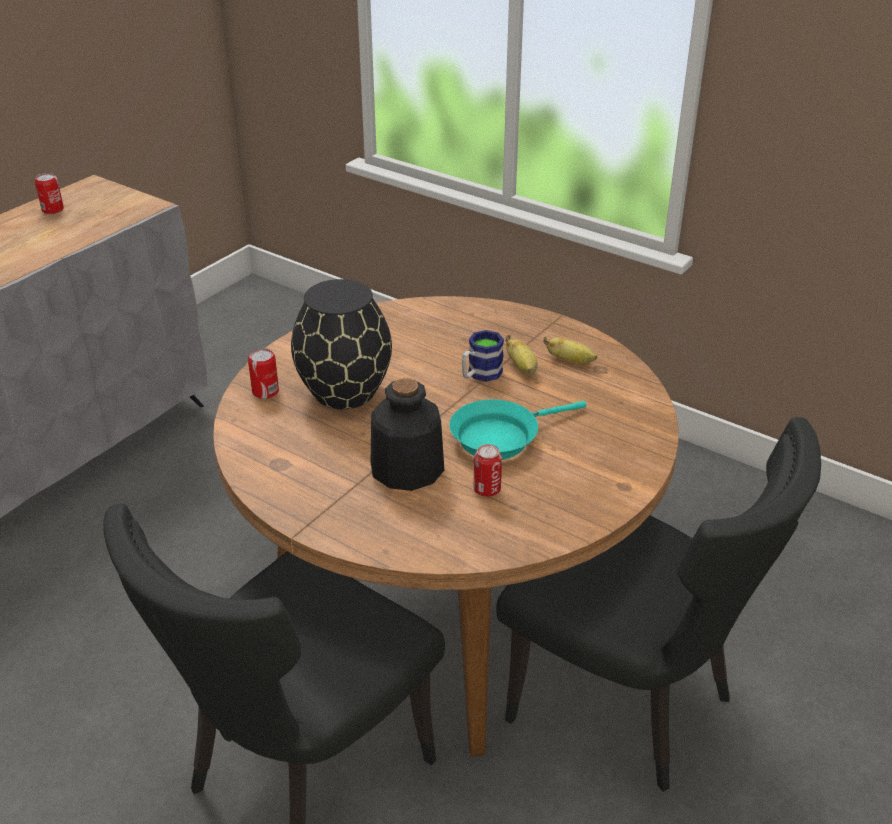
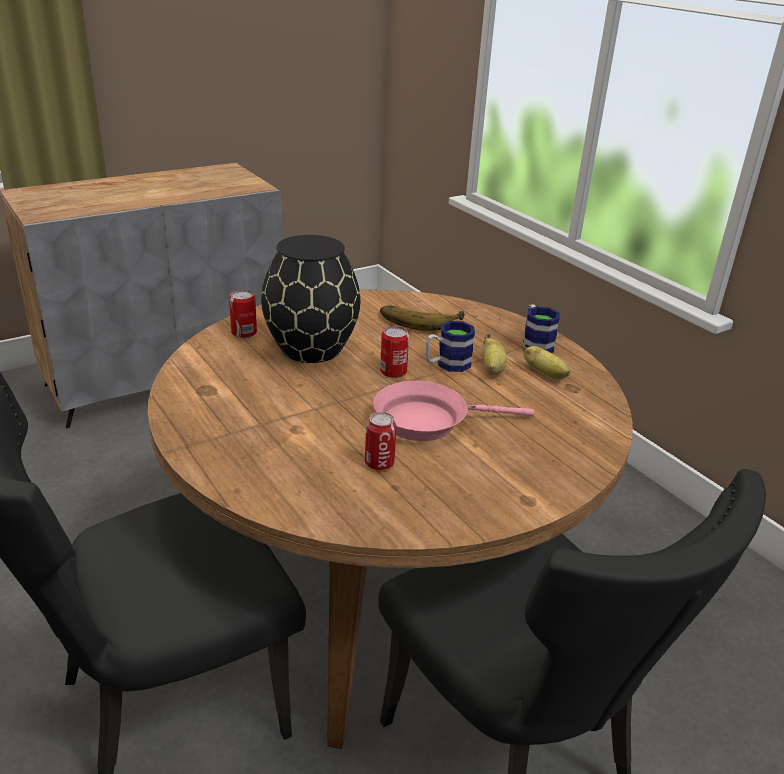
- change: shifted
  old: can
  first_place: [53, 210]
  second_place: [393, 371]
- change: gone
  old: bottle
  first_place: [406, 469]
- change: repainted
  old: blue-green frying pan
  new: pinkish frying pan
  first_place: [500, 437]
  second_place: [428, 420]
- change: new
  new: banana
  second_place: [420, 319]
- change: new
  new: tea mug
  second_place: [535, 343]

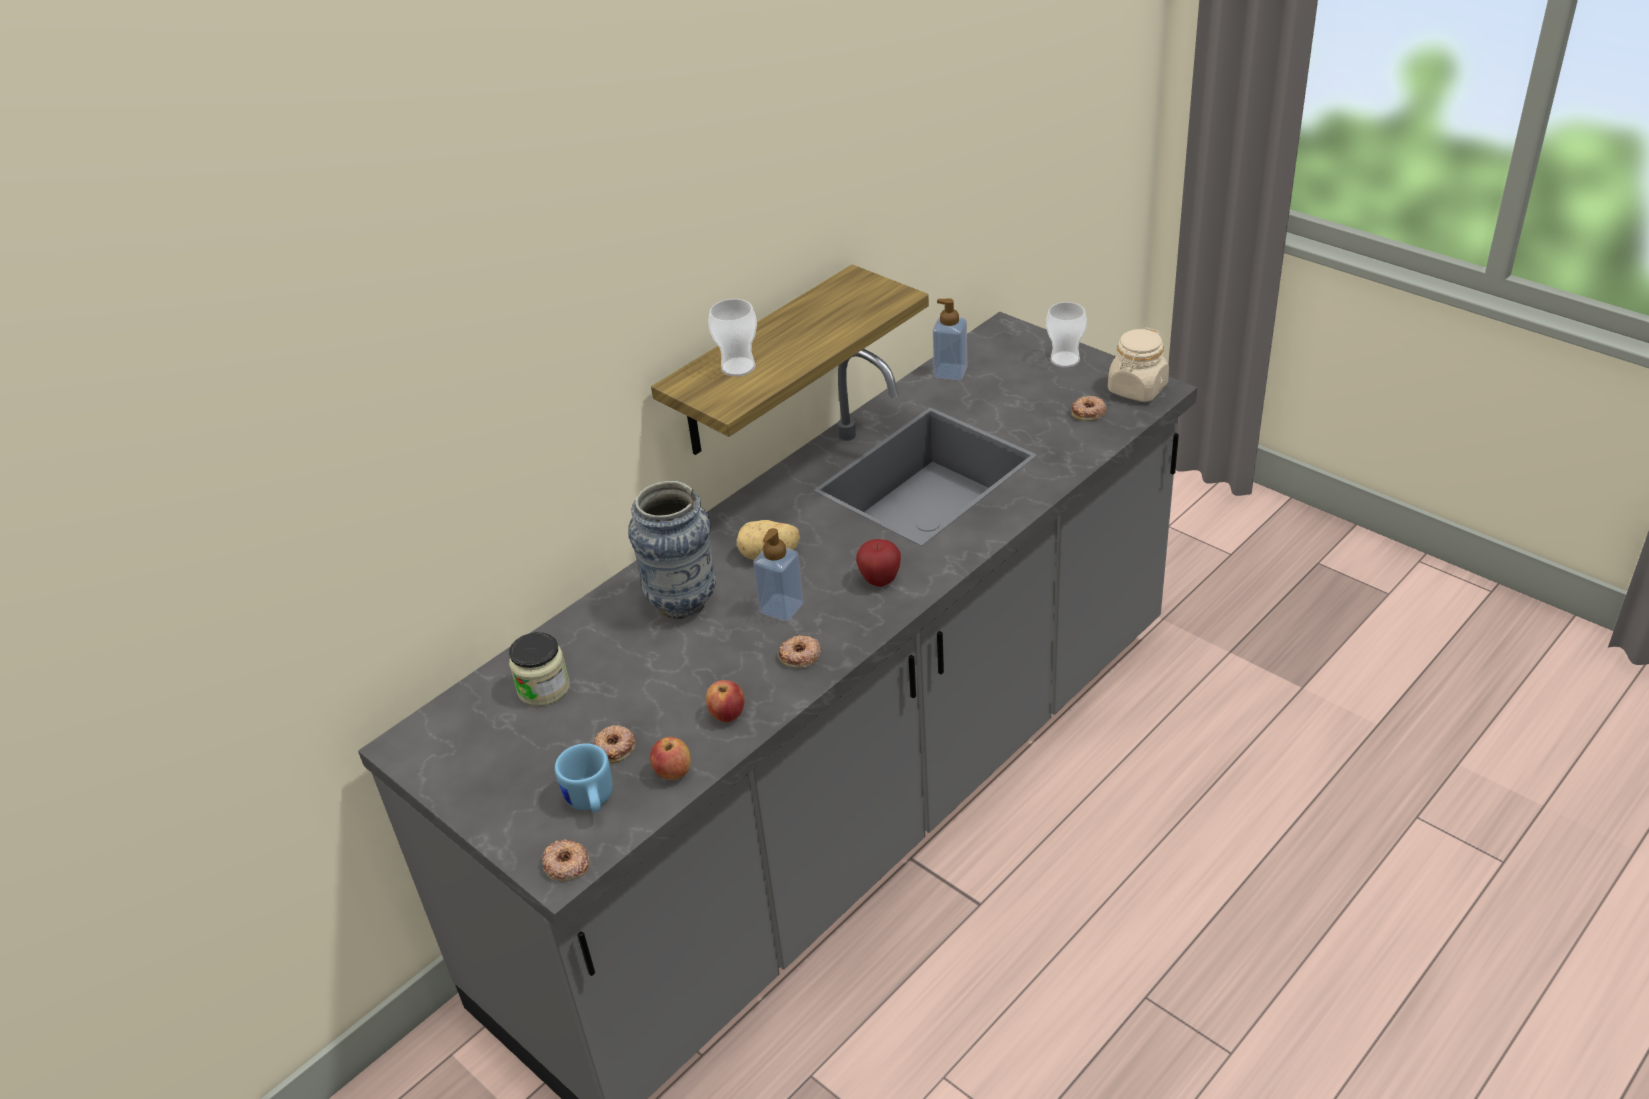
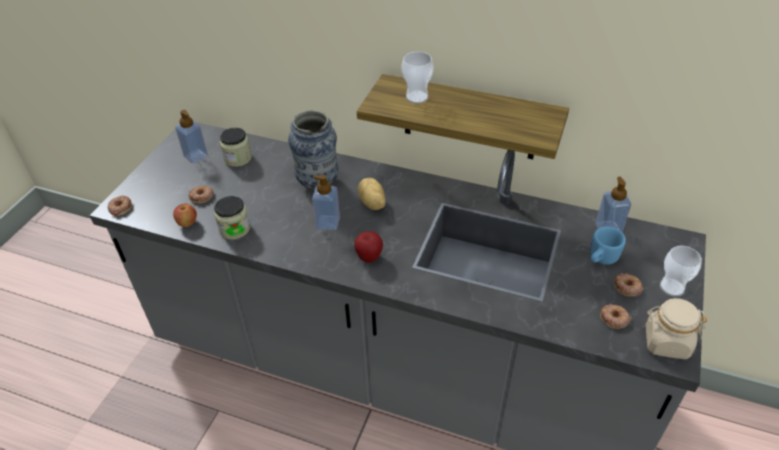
- change: shifted
  old: blue-coloured tea mug
  first_place: [590, 802]
  second_place: [600, 258]
- change: swapped
  old: whole apple
  new: storage jar
  first_place: [727, 715]
  second_place: [235, 229]
- change: shifted
  old: doughnut
  first_place: [800, 655]
  second_place: [627, 287]
- change: new
  new: liquid soap bottle
  second_place: [196, 156]

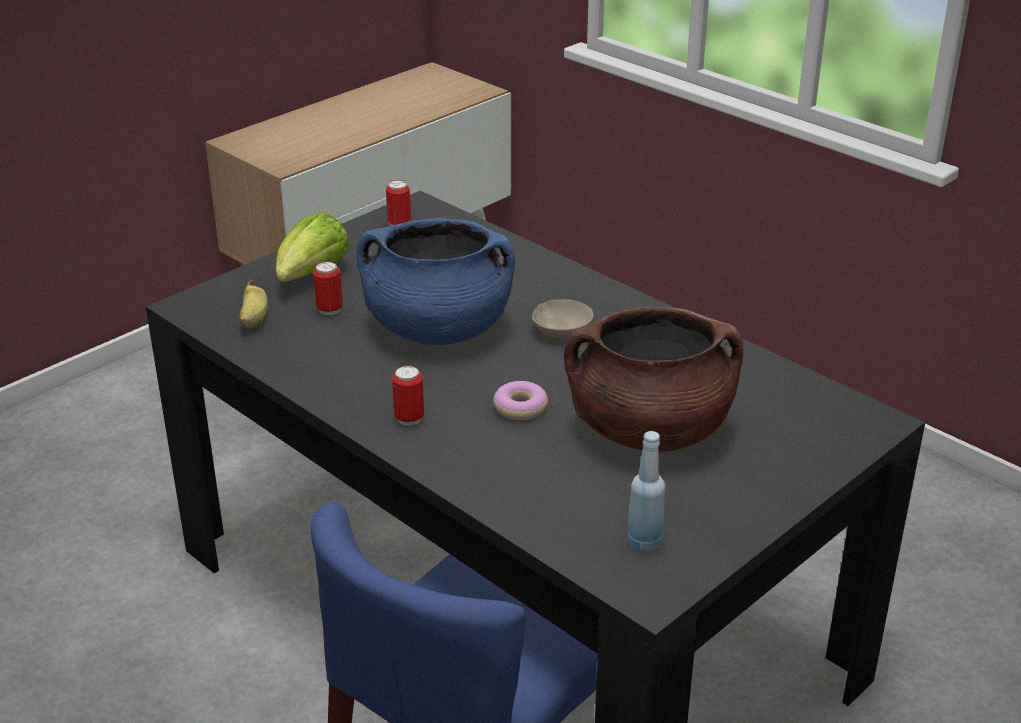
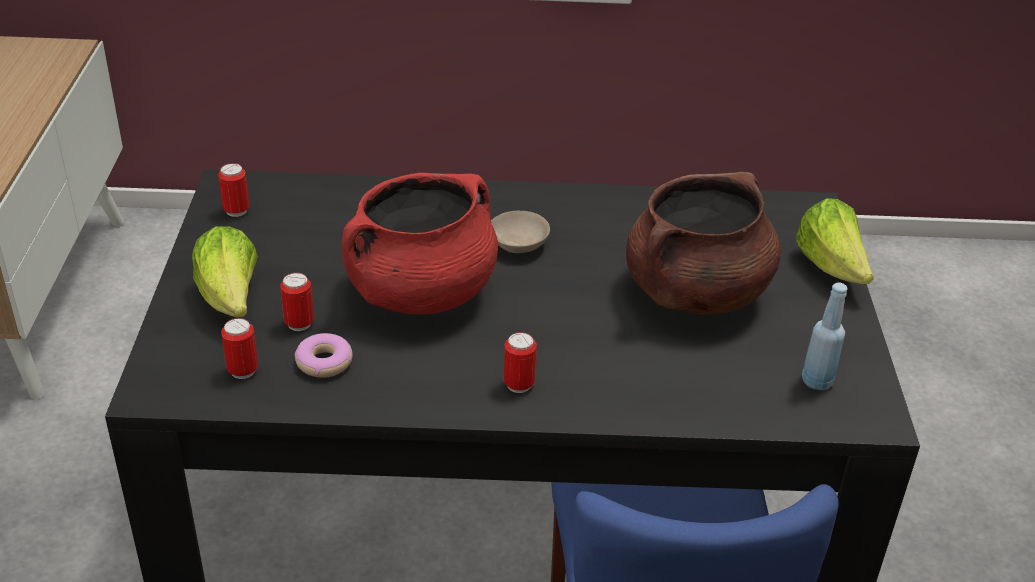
- change: swapped
  old: banana
  new: can
  first_place: [254, 320]
  second_place: [243, 370]
- change: repainted
  old: blue-coloured saucepot
  new: red saucepot
  first_place: [438, 329]
  second_place: [420, 292]
- change: shifted
  old: doughnut
  first_place: [520, 407]
  second_place: [324, 362]
- change: new
  new: head of lettuce
  second_place: [831, 268]

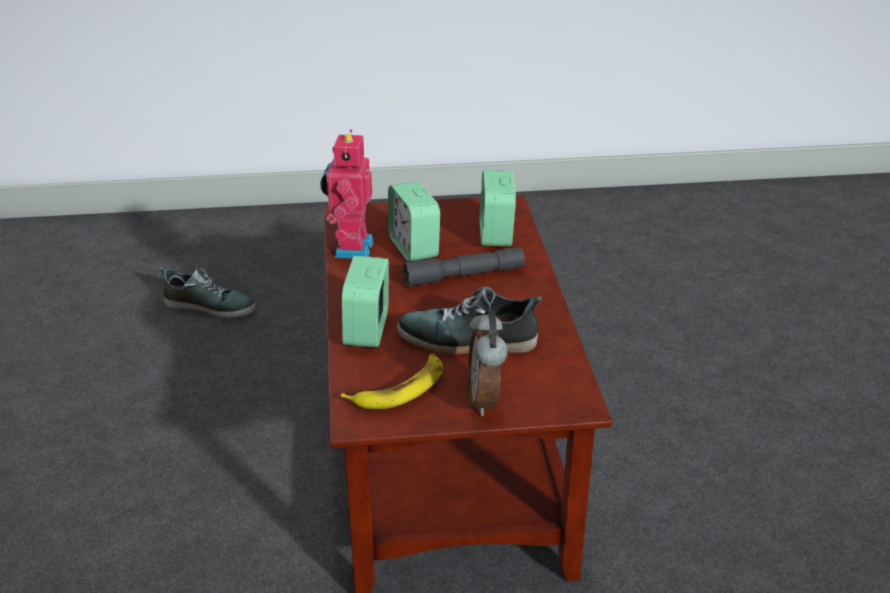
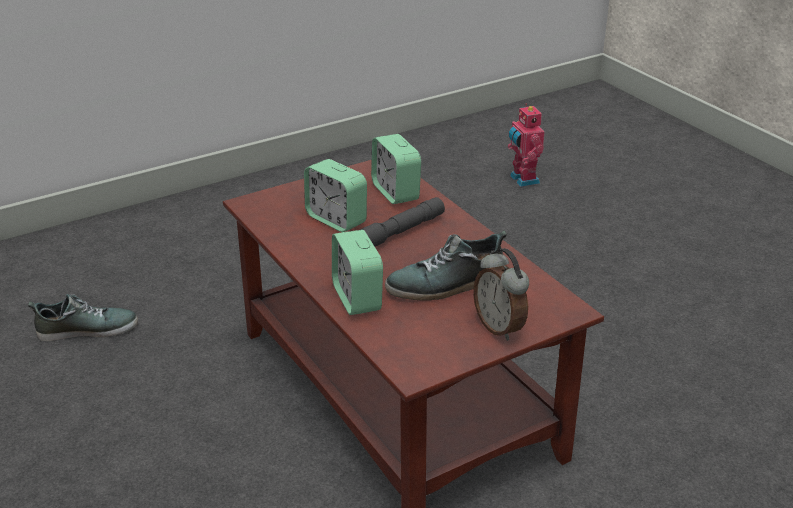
- change: shifted
  old: toy robot
  first_place: [350, 248]
  second_place: [522, 180]
- change: gone
  old: banana
  first_place: [400, 388]

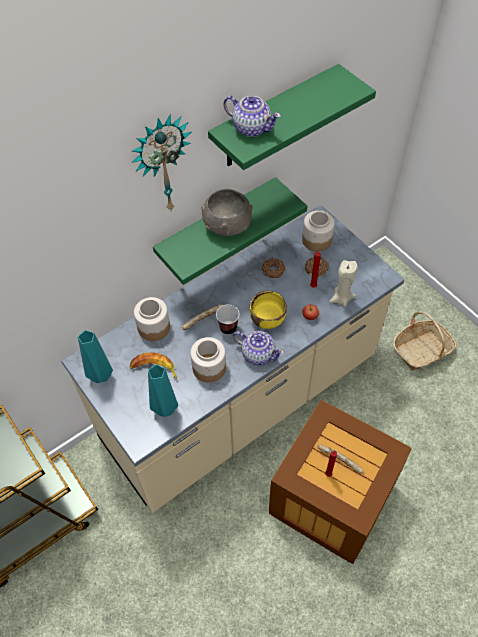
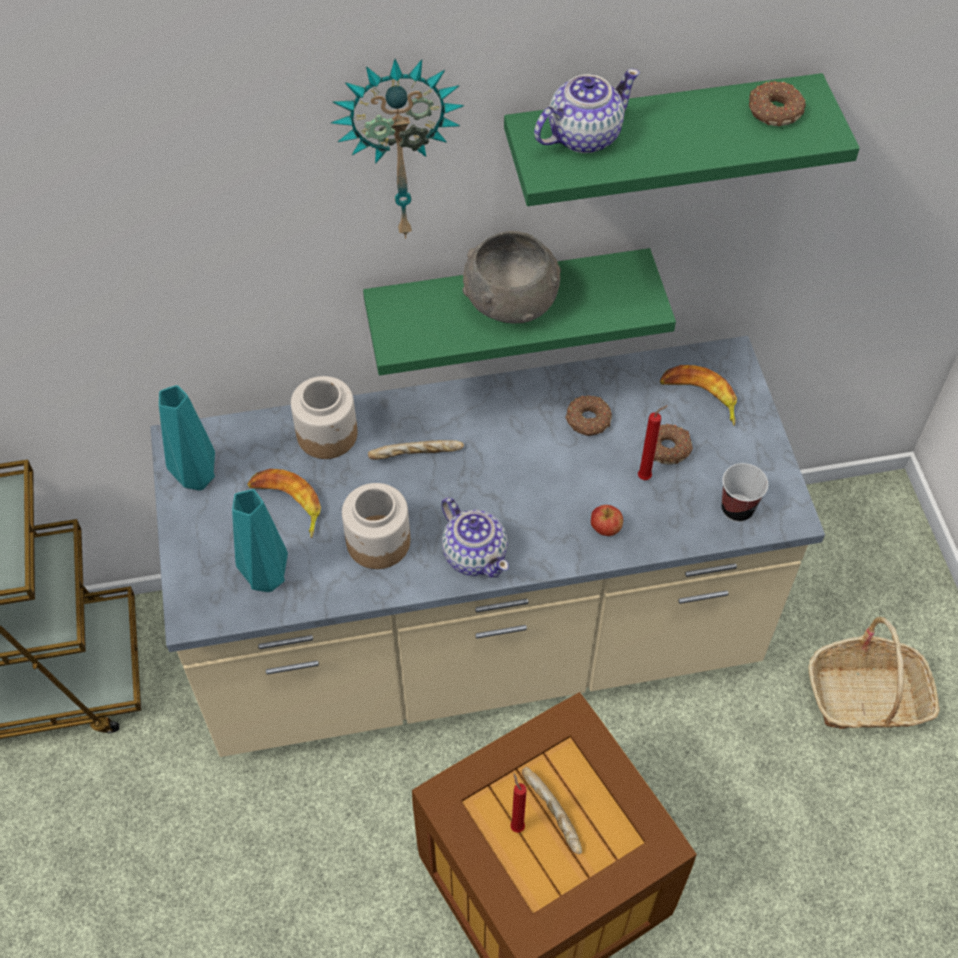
- change: shifted
  old: cup
  first_place: [228, 328]
  second_place: [737, 509]
- change: rotated
  old: tea pot
  first_place: [251, 128]
  second_place: [583, 136]
  degrees: -90
- change: gone
  old: yellowish bowl
  first_place: [267, 319]
- change: swapped
  old: storage jar
  new: banana
  first_place: [316, 240]
  second_place: [700, 397]
- change: gone
  old: beige-coloured wax candle
  first_place: [341, 299]
- change: new
  new: doughnut
  second_place: [773, 111]

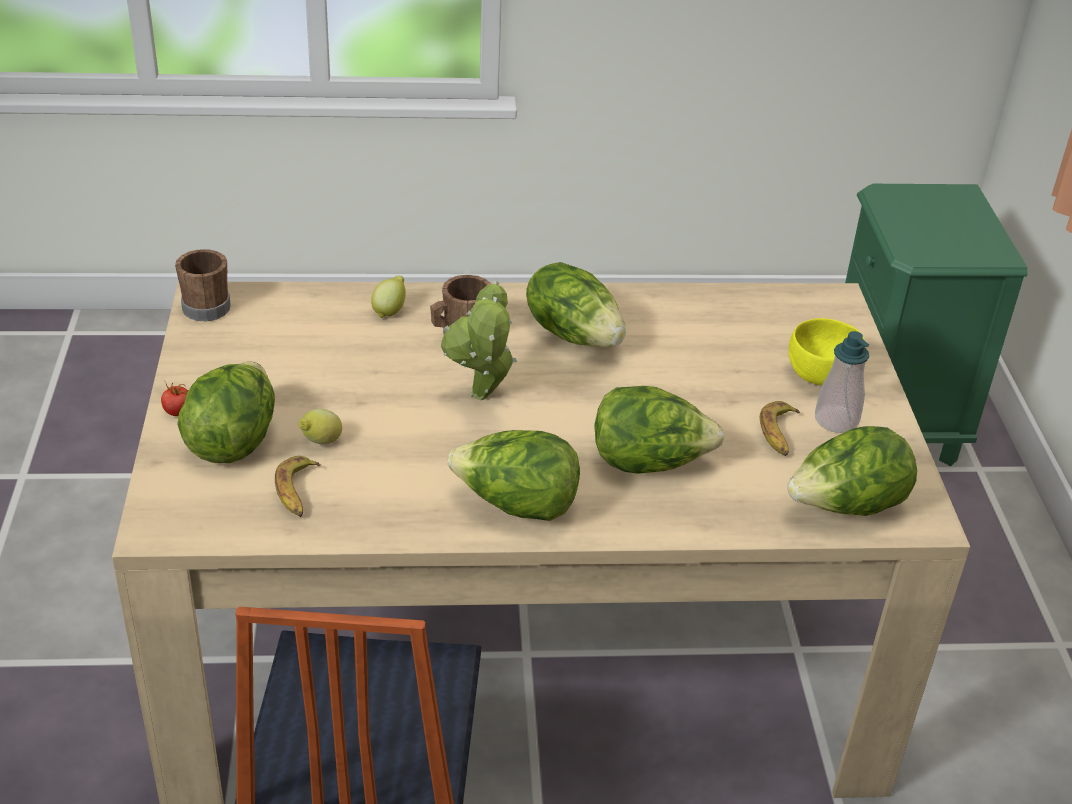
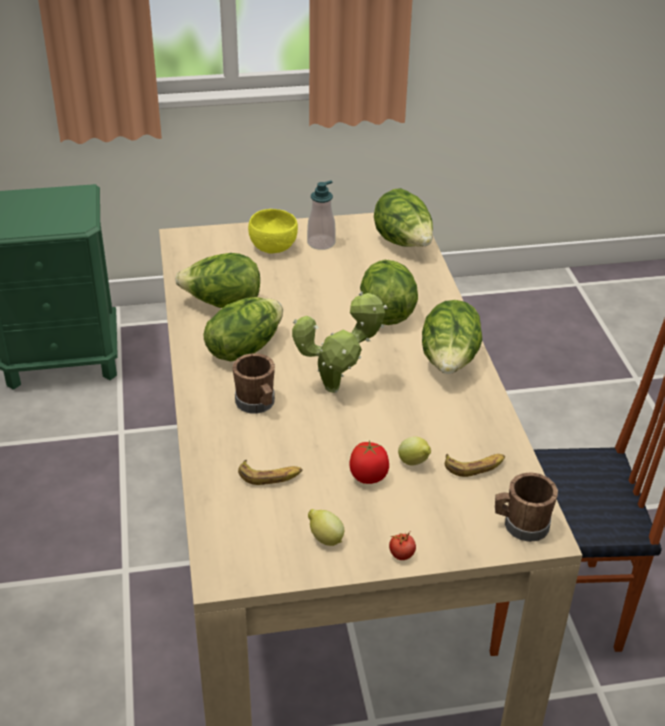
- change: shifted
  old: brown-coloured tea mug
  first_place: [208, 305]
  second_place: [521, 525]
- change: shifted
  old: head of lettuce
  first_place: [233, 440]
  second_place: [222, 304]
- change: shifted
  old: citrus fruit
  first_place: [390, 311]
  second_place: [325, 539]
- change: shifted
  old: banana
  first_place: [779, 434]
  second_place: [270, 476]
- change: new
  new: tomato
  second_place: [368, 477]

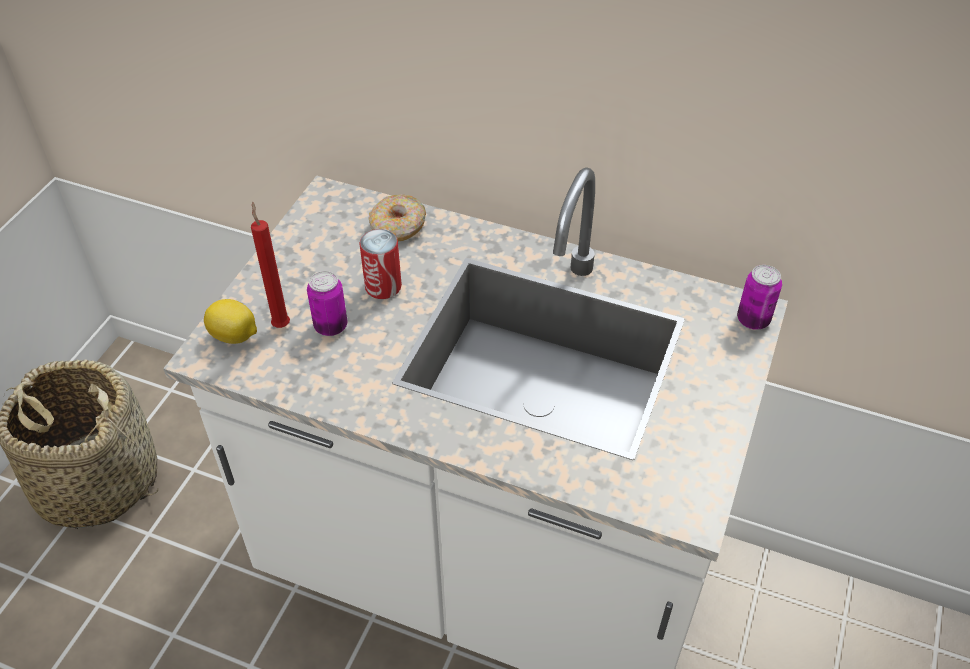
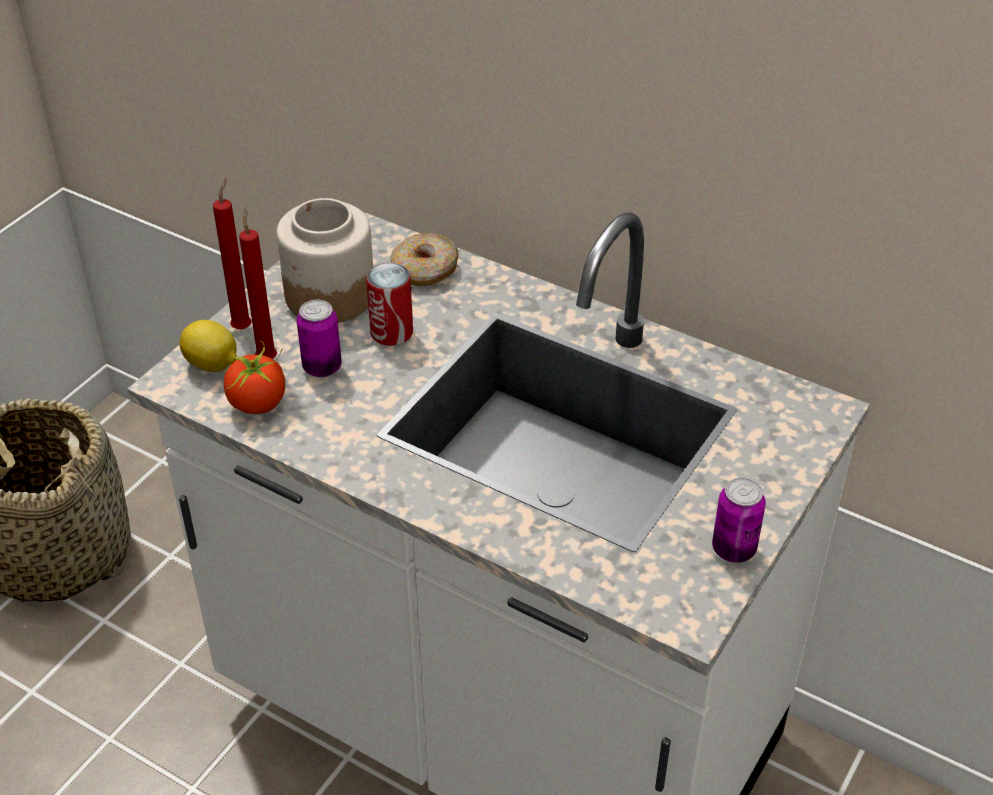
- change: shifted
  old: can
  first_place: [753, 320]
  second_place: [733, 549]
- change: new
  new: red wax candle
  second_place: [243, 327]
- change: new
  new: tomato
  second_place: [258, 403]
- change: new
  new: storage jar
  second_place: [329, 295]

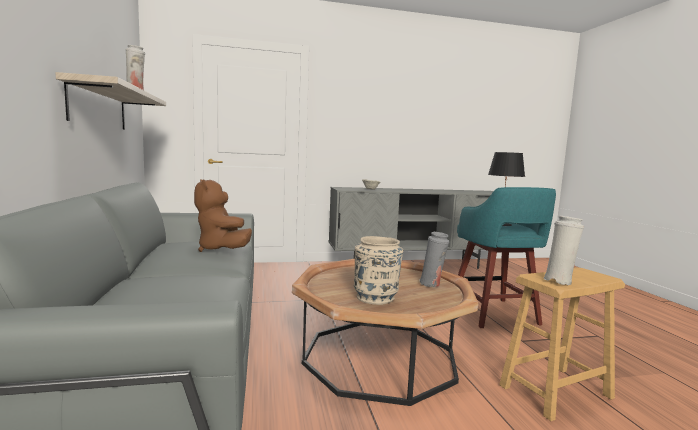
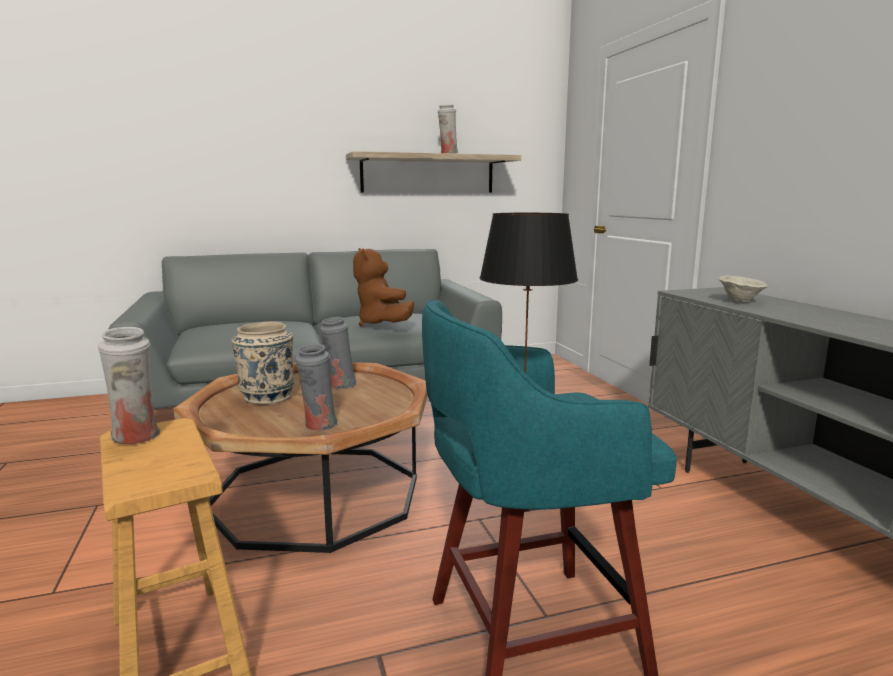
- change: rotated
  old: brown-coloured plush toy
  first_place: [221, 249]
  second_place: [382, 324]
  degrees: -75
- change: new
  new: grey flower vase
  second_place: [340, 385]

